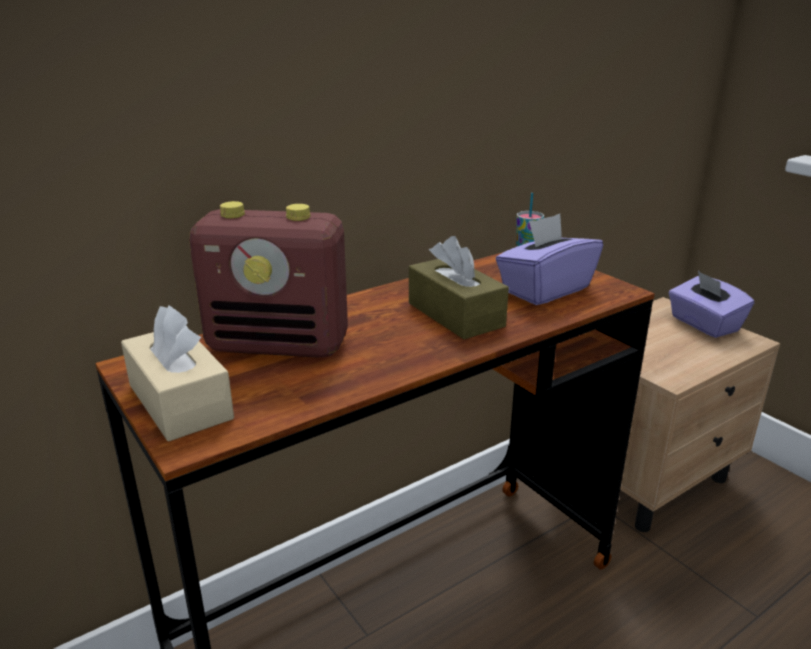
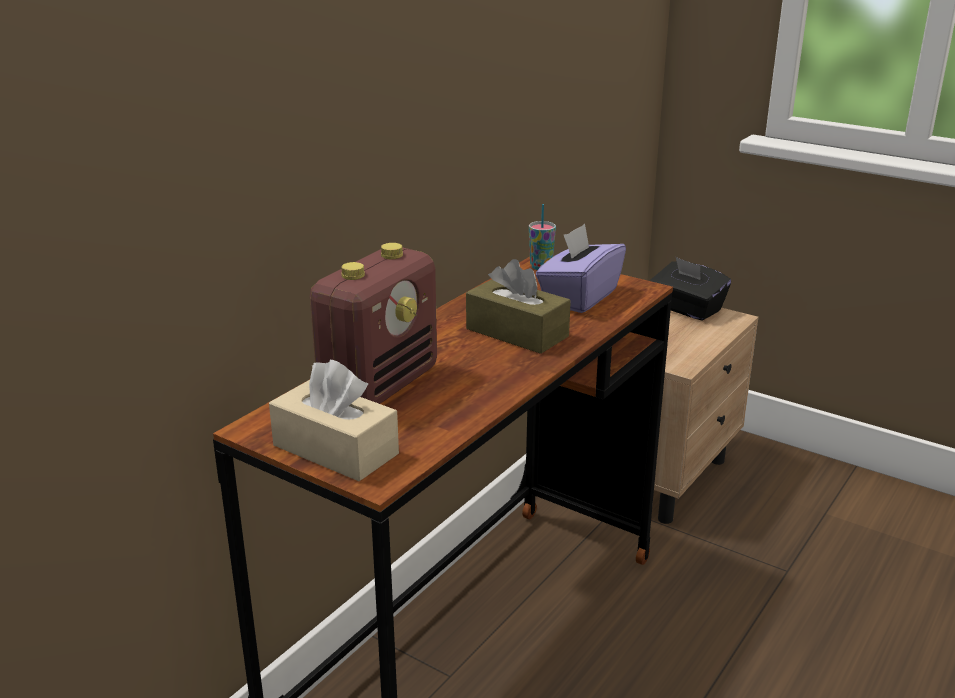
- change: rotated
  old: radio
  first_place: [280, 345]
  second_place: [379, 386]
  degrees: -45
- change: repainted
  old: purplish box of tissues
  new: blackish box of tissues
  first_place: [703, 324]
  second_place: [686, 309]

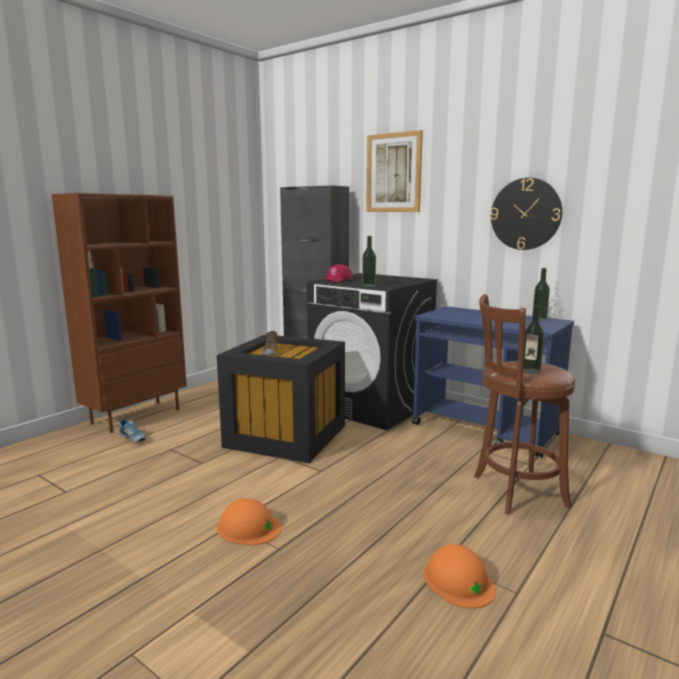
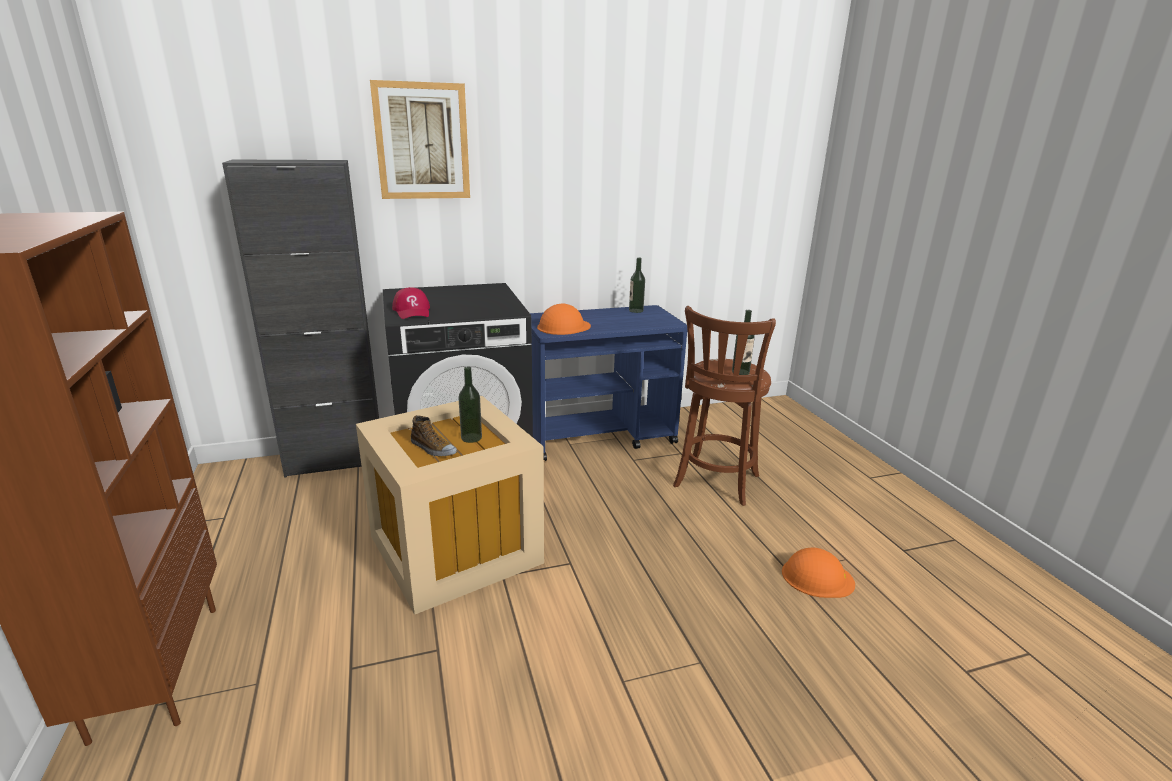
- change: gone
  old: low shoe
  first_place: [132, 438]
- change: repainted
  old: blackish storage container
  new: beige-coloured storage container
  first_place: [288, 436]
  second_place: [456, 547]
- change: shifted
  old: orangey hard hat
  first_place: [248, 527]
  second_place: [563, 327]
- change: shifted
  old: bottle
  first_place: [368, 285]
  second_place: [471, 438]
- change: gone
  old: clock on the wall
  first_place: [525, 214]

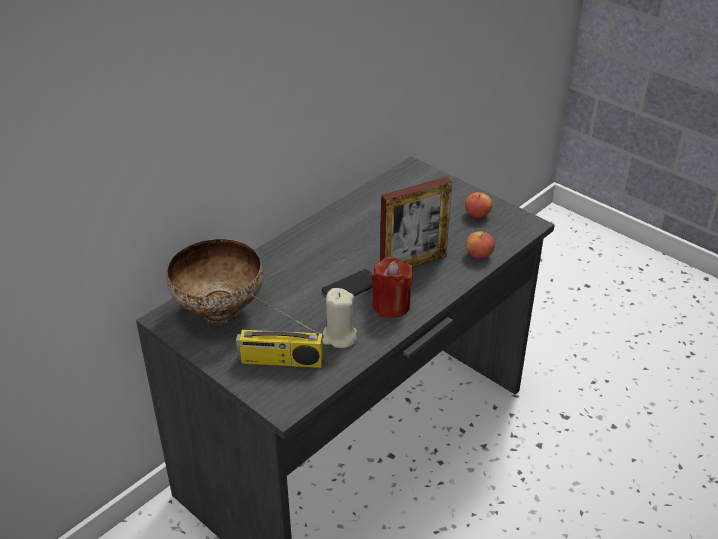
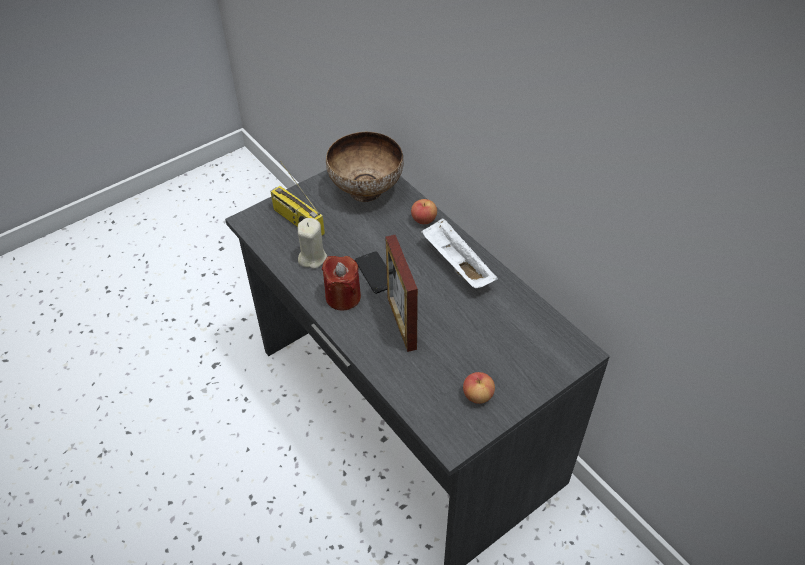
- change: rotated
  old: radio
  first_place: [280, 361]
  second_place: [297, 221]
  degrees: -60
- change: shifted
  old: whole apple
  first_place: [479, 255]
  second_place: [424, 220]
- change: new
  new: white tray
  second_place: [456, 264]

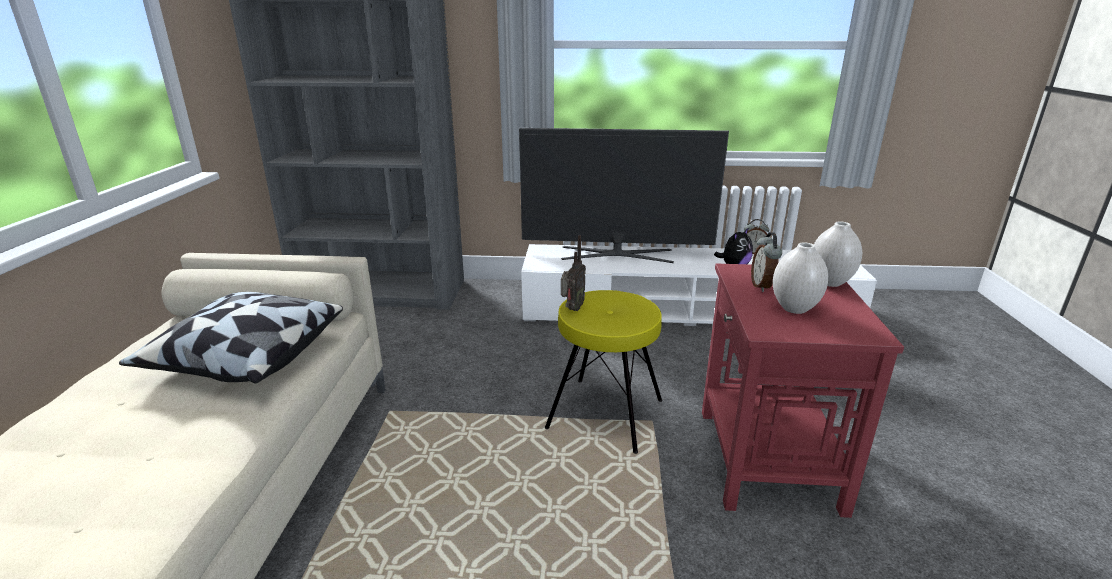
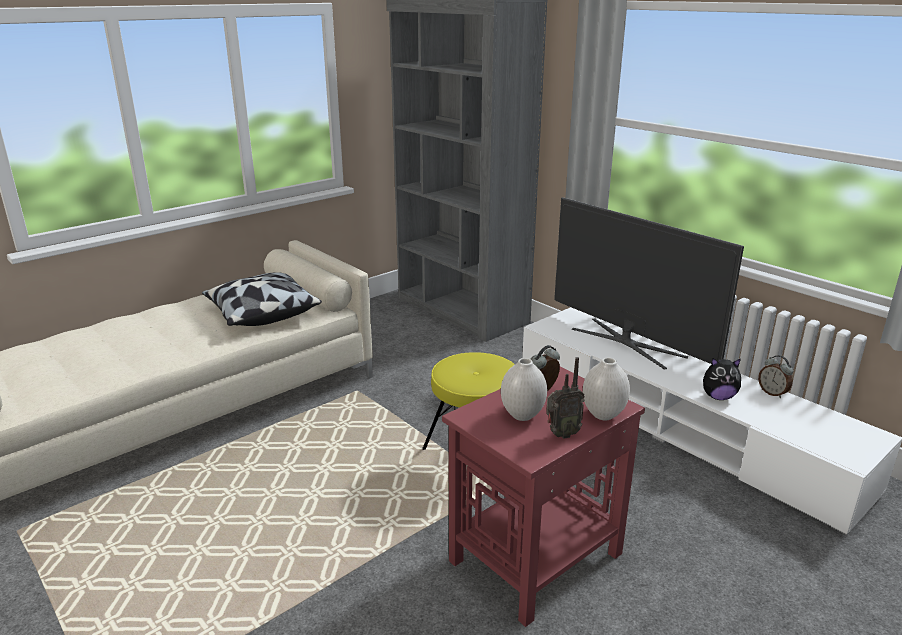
- change: shifted
  old: radio
  first_place: [571, 309]
  second_place: [561, 434]

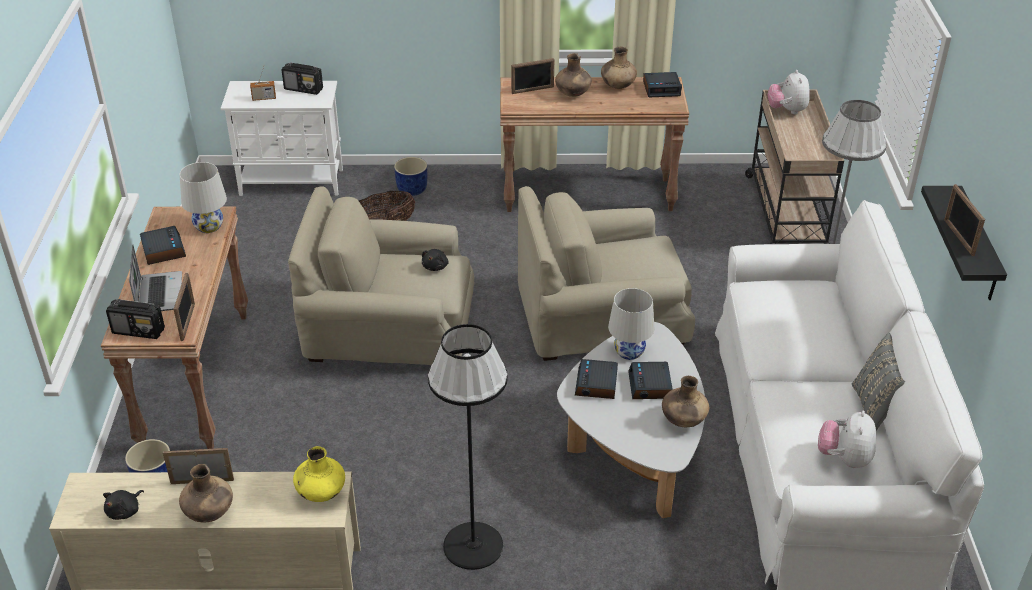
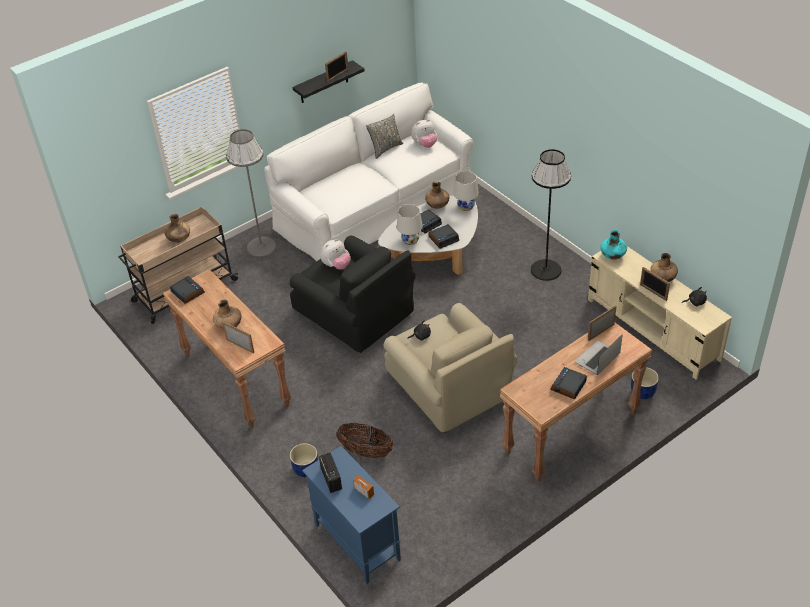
- change: gone
  old: radio
  first_place: [139, 331]
- change: shifted
  old: white lamp for a table
  first_place: [209, 226]
  second_place: [466, 207]
- change: repainted
  old: white cabinet
  new: blue-coloured cabinet
  first_place: [292, 182]
  second_place: [356, 542]
- change: repainted
  old: yellowish flower vase
  new: blue-green flower vase
  first_place: [321, 493]
  second_place: [612, 256]
- change: repainted
  old: beige-coloured easy chair
  new: blackish easy chair
  first_place: [601, 317]
  second_place: [353, 312]
- change: shifted
  old: brown-coloured flower vase
  first_place: [617, 86]
  second_place: [179, 239]
- change: shifted
  old: plush toy
  first_place: [787, 110]
  second_place: [336, 265]

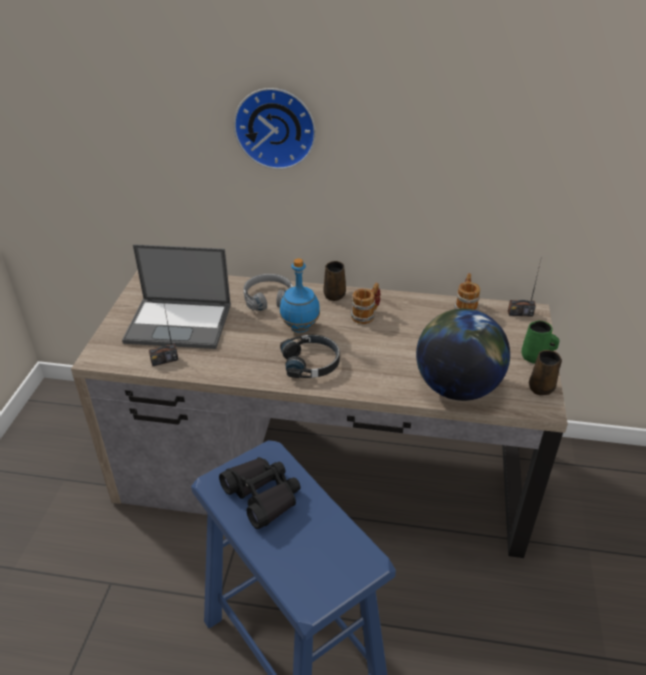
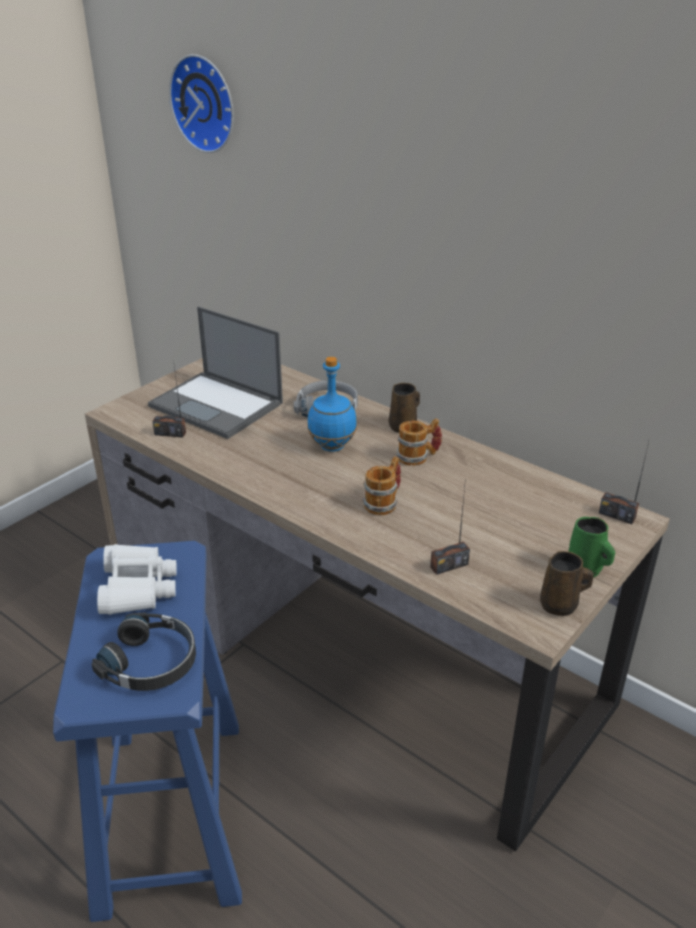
- change: repainted
  old: blackish pair of binoculars
  new: white pair of binoculars
  first_place: [262, 496]
  second_place: [137, 588]
- change: shifted
  old: clock on the wall
  first_place: [276, 127]
  second_place: [206, 103]
- change: shifted
  old: blackish pair of headphones
  first_place: [311, 363]
  second_place: [151, 662]
- change: swapped
  old: world globe
  new: radio
  first_place: [456, 387]
  second_place: [449, 565]
- change: shifted
  old: tea mug
  first_place: [465, 307]
  second_place: [384, 502]

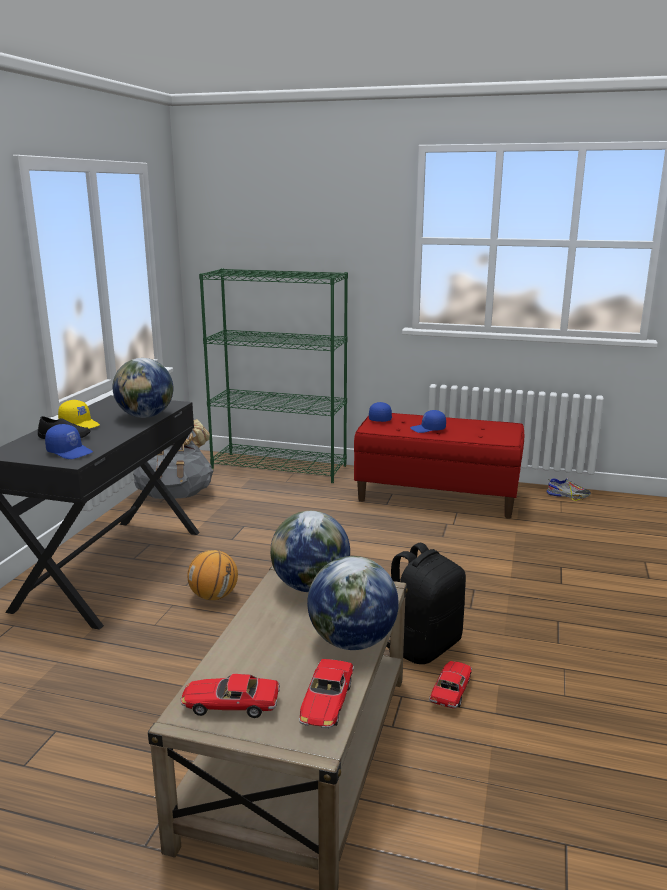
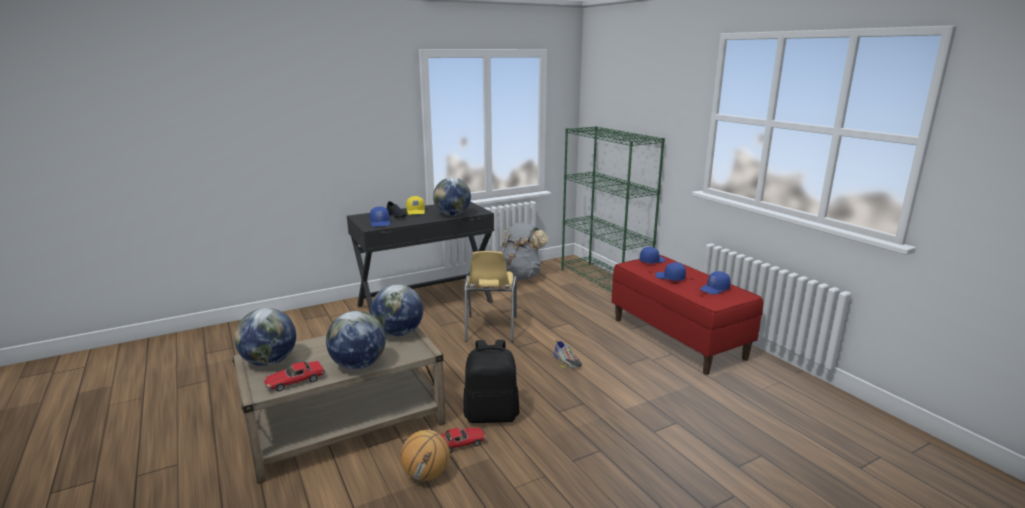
- change: swapped
  old: toy car
  new: world globe
  first_place: [230, 705]
  second_place: [269, 362]
- change: shifted
  old: ball for basketball
  first_place: [214, 596]
  second_place: [427, 474]
- change: shifted
  old: low shoe
  first_place: [568, 495]
  second_place: [567, 361]
- change: new
  new: yellowish plain chair
  second_place: [490, 329]
- change: new
  new: blue-coloured cap
  second_place: [715, 289]

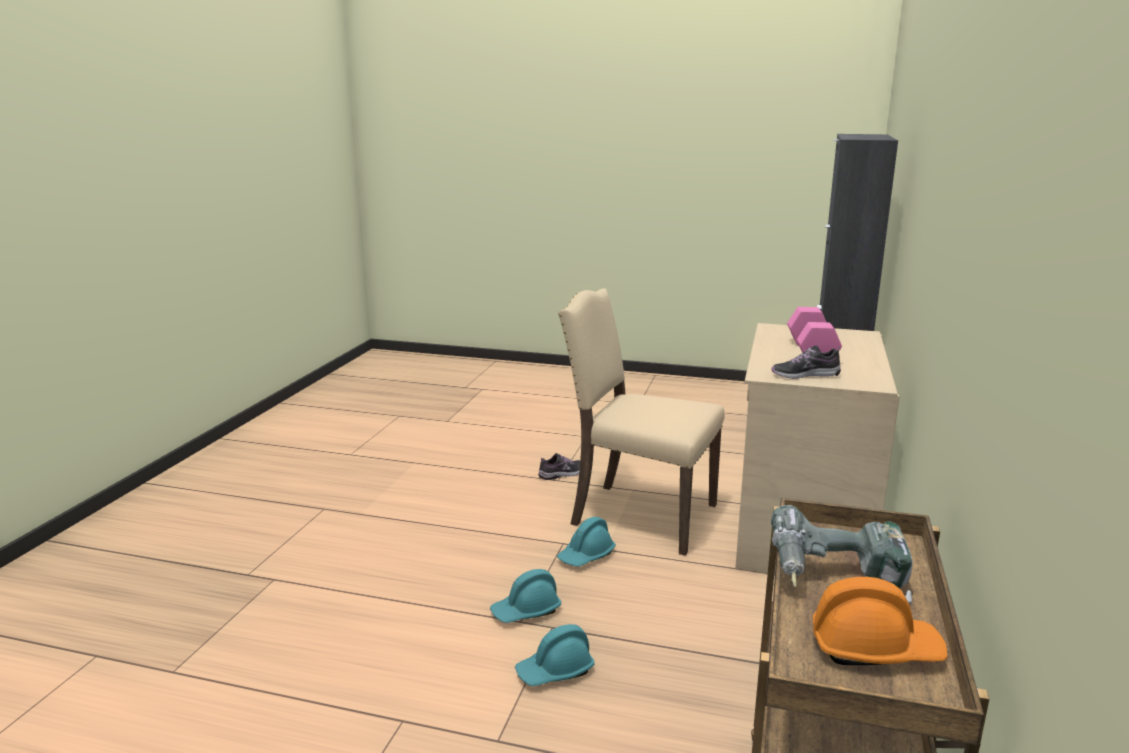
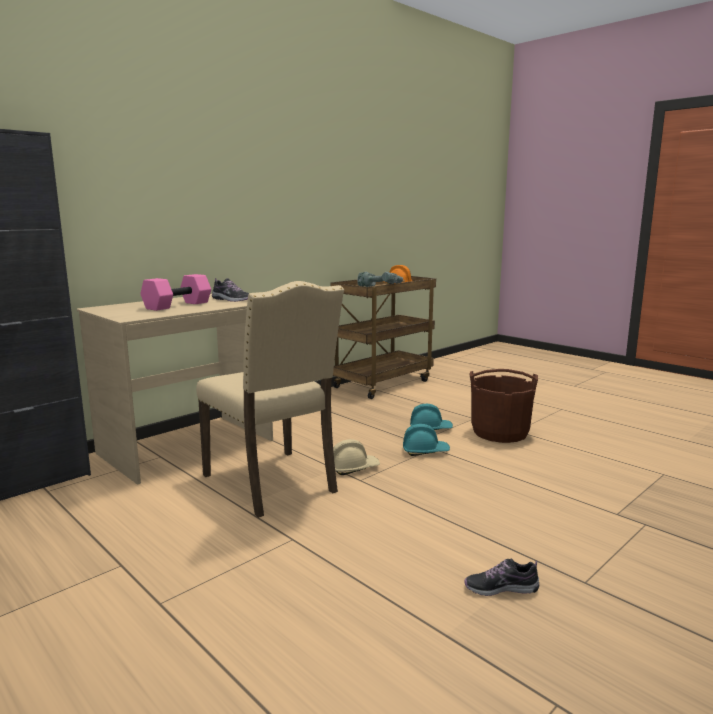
- change: shifted
  old: low shoe
  first_place: [562, 474]
  second_place: [501, 588]
- change: repainted
  old: blue-green hard hat
  new: beige-coloured hard hat
  first_place: [586, 556]
  second_place: [353, 468]
- change: new
  new: brown-coloured bucket
  second_place: [500, 432]

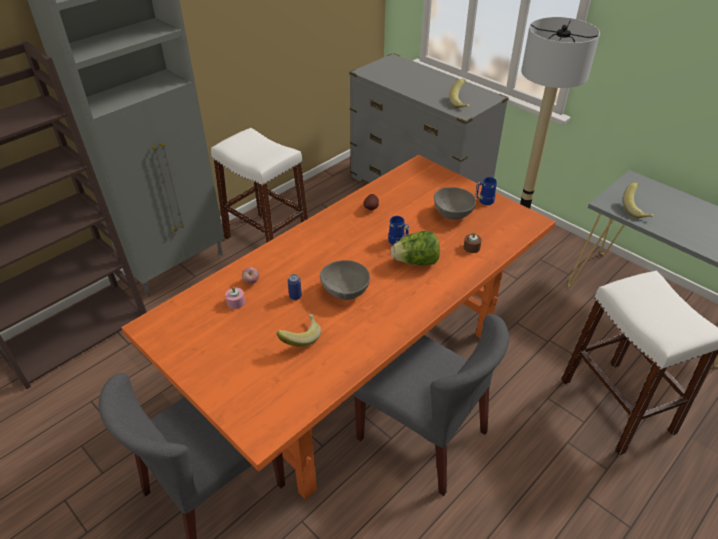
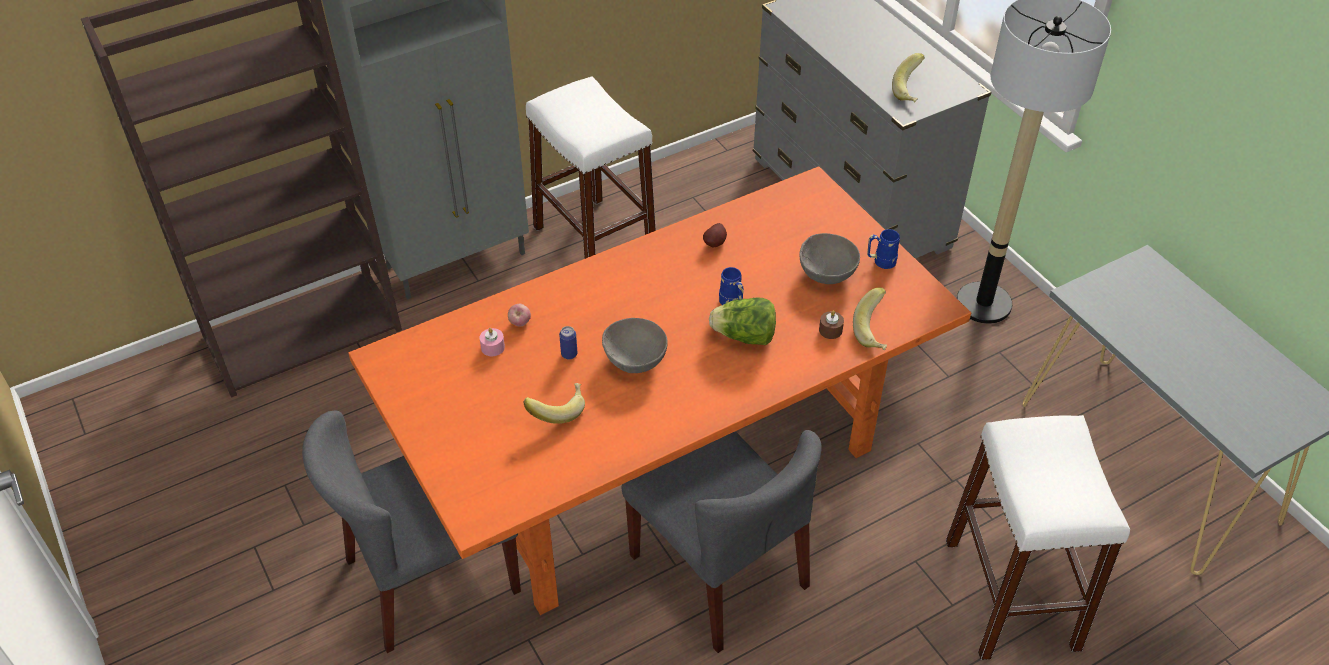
- change: shifted
  old: banana
  first_place: [636, 210]
  second_place: [875, 332]

